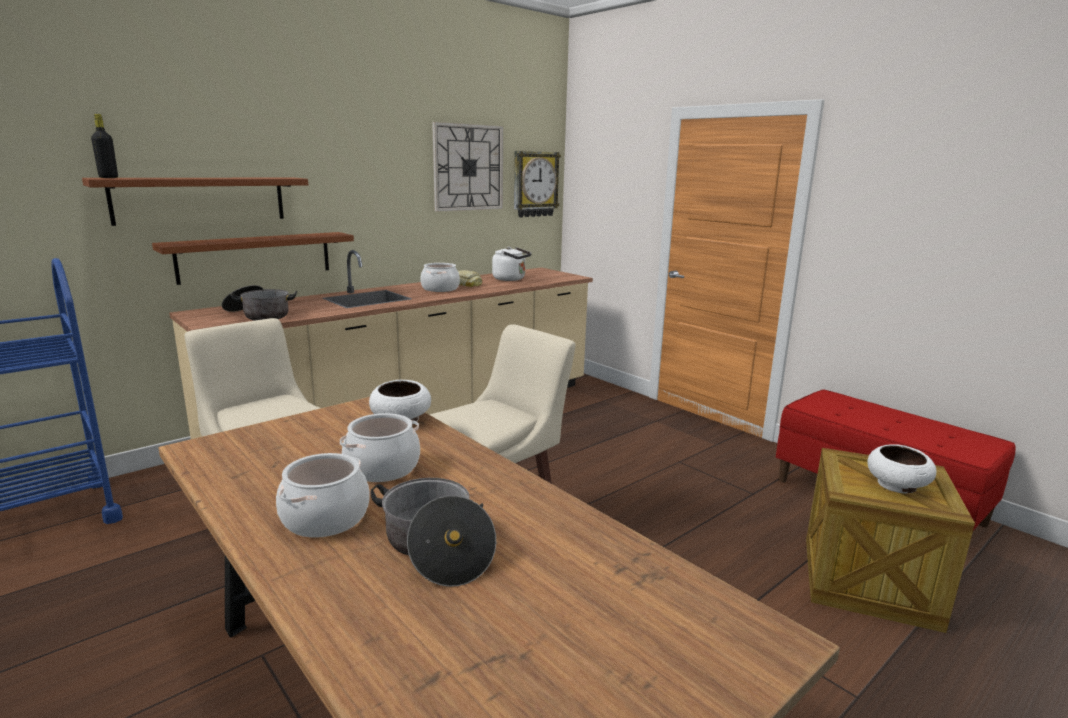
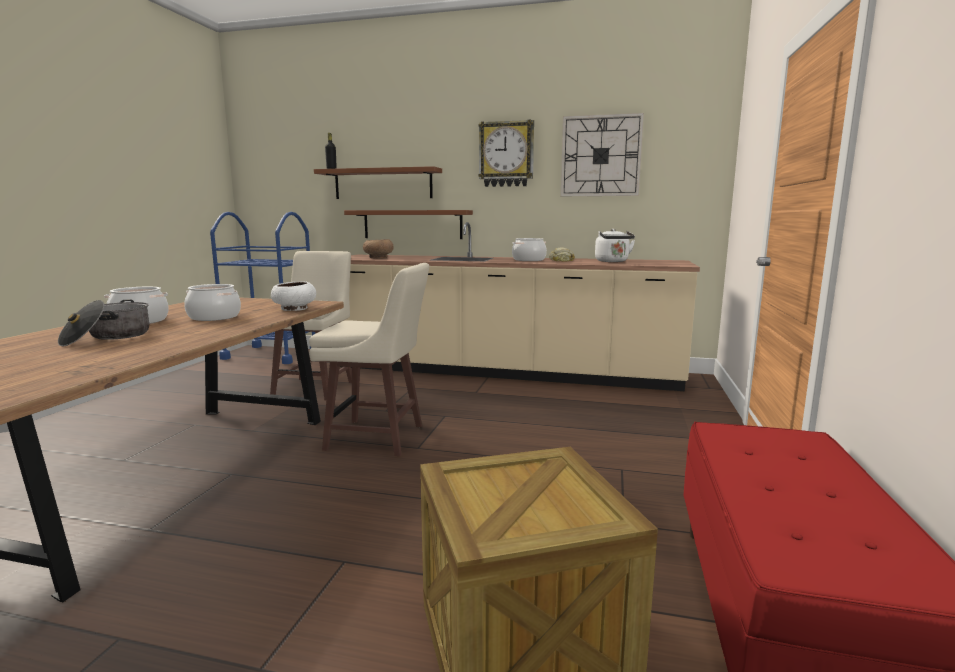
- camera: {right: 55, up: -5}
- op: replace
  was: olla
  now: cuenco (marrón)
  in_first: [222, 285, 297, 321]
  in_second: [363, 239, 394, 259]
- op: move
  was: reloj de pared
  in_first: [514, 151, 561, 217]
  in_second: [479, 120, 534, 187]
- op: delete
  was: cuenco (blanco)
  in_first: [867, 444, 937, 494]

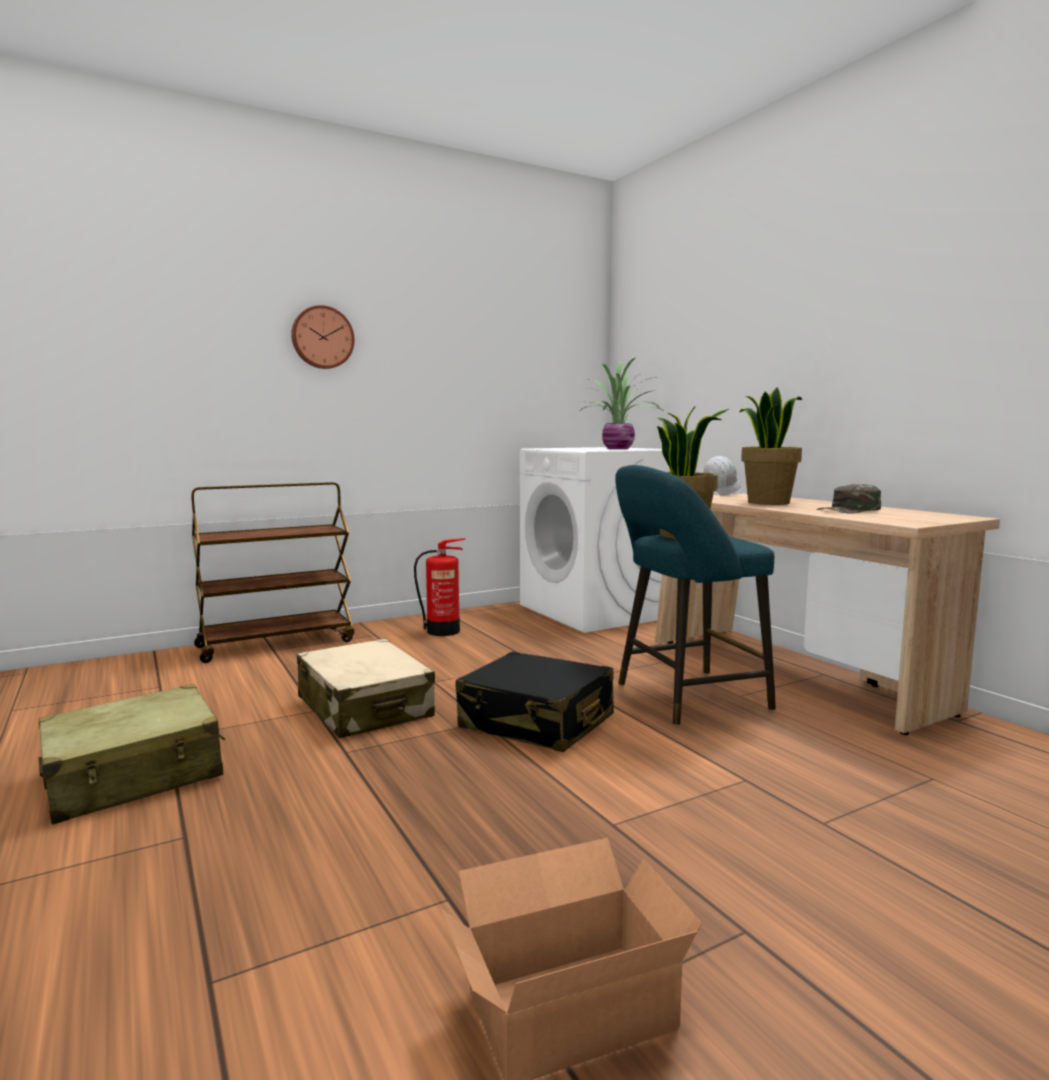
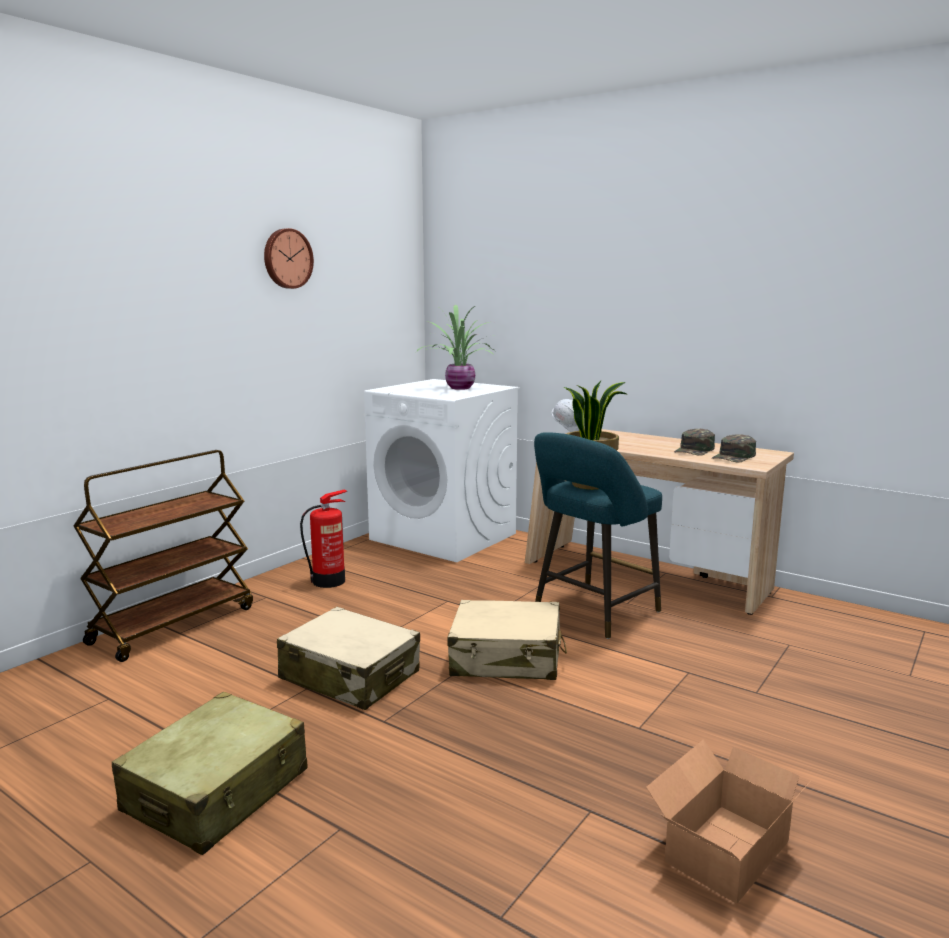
- camera: {right: -25, up: 5}
- op: move
  was: reloj de pared
  in_first: [291, 305, 355, 369]
  in_second: [264, 228, 314, 289]
- op: recolor
  was: maleta (negro)
  now: maleta (beis)
  in_first: [455, 651, 614, 752]
  in_second: [447, 600, 567, 680]
- op: delete
  was: planta en maceta
  in_first: [740, 387, 802, 505]
- op: insert
  now: gorra (verde)
  in_second: [712, 434, 756, 463]

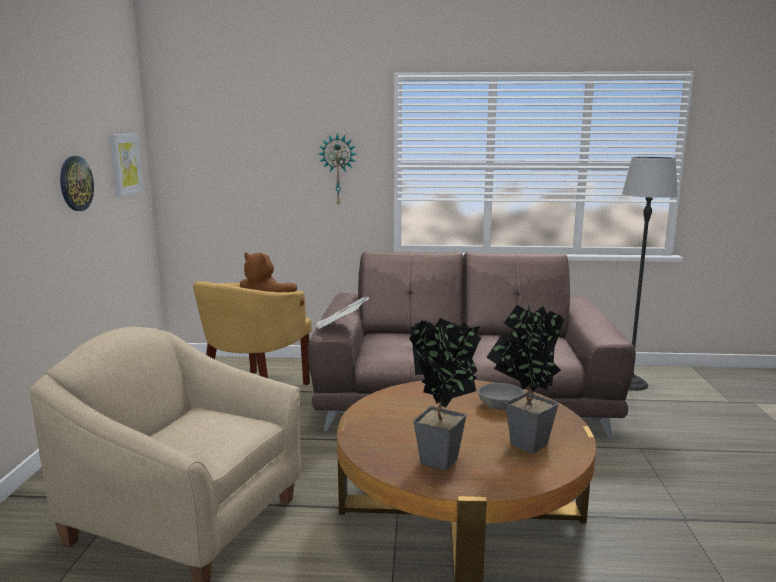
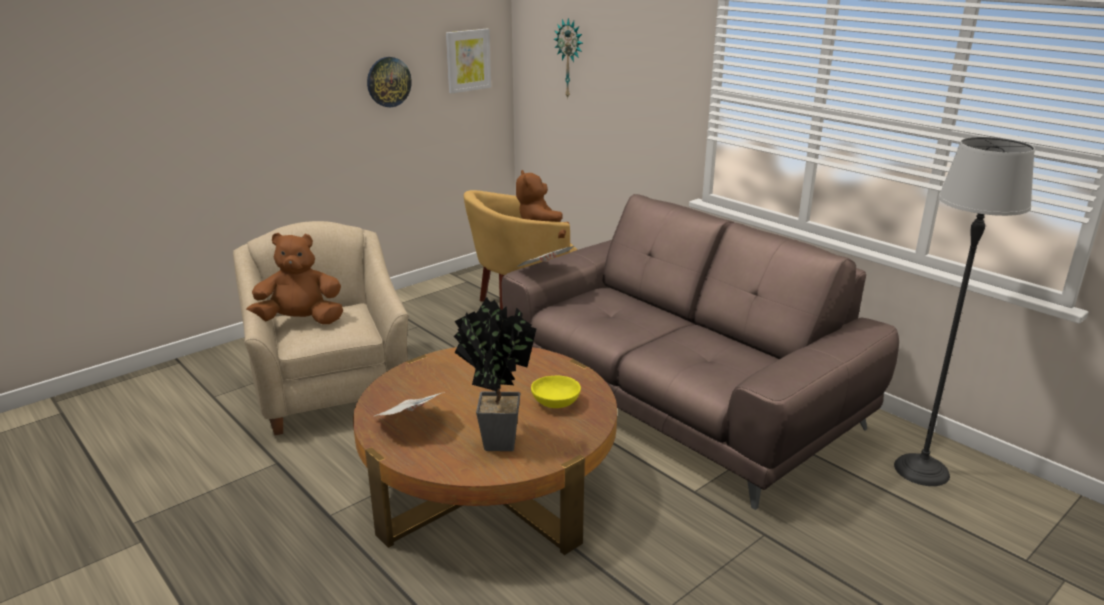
- camera: {right: 45, up: 10}
- op: move
  was: reloj de pared
  in_first: [318, 133, 356, 206]
  in_second: [554, 18, 583, 99]
- op: replace
  was: planta en maceta
  now: periódico
  in_first: [409, 318, 481, 471]
  in_second: [374, 392, 445, 416]
- op: recolor
  was: cuenco (gris)
  now: cuenco (amarillo)
  in_first: [478, 383, 525, 410]
  in_second: [531, 376, 581, 408]
- op: insert
  now: peluche (marrón)
  in_second: [246, 233, 343, 324]

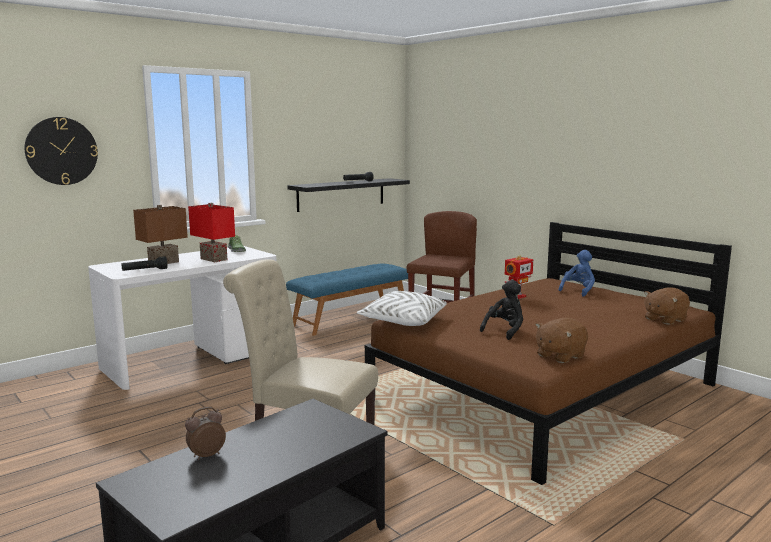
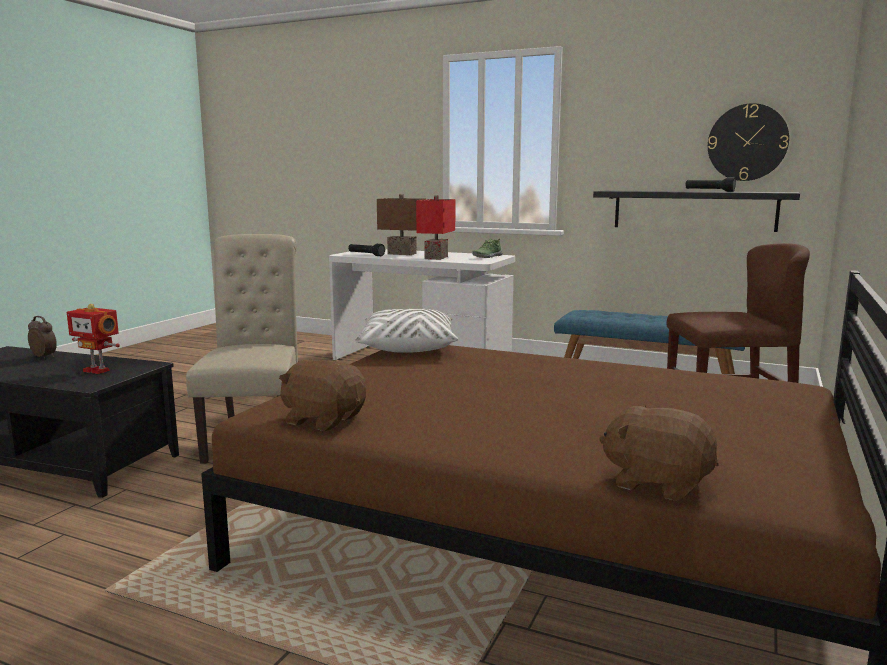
- camera: {right: 65, up: 0}
- op: move
  was: reloj de pared
  in_first: [25, 117, 98, 185]
  in_second: [708, 103, 789, 181]
- op: delete
  was: peluche (negro)
  in_first: [480, 280, 523, 340]
- op: move
  was: robot de juguete
  in_first: [505, 255, 533, 299]
  in_second: [67, 304, 120, 374]
- op: delete
  was: peluche (azul)
  in_first: [559, 250, 595, 297]

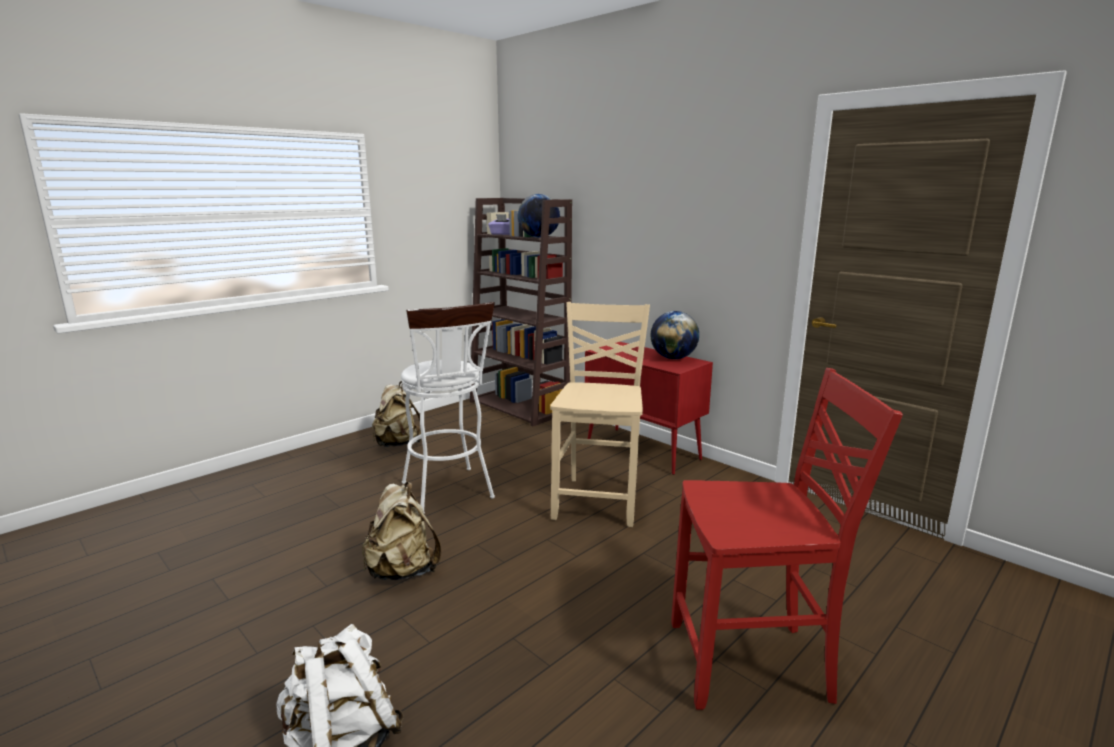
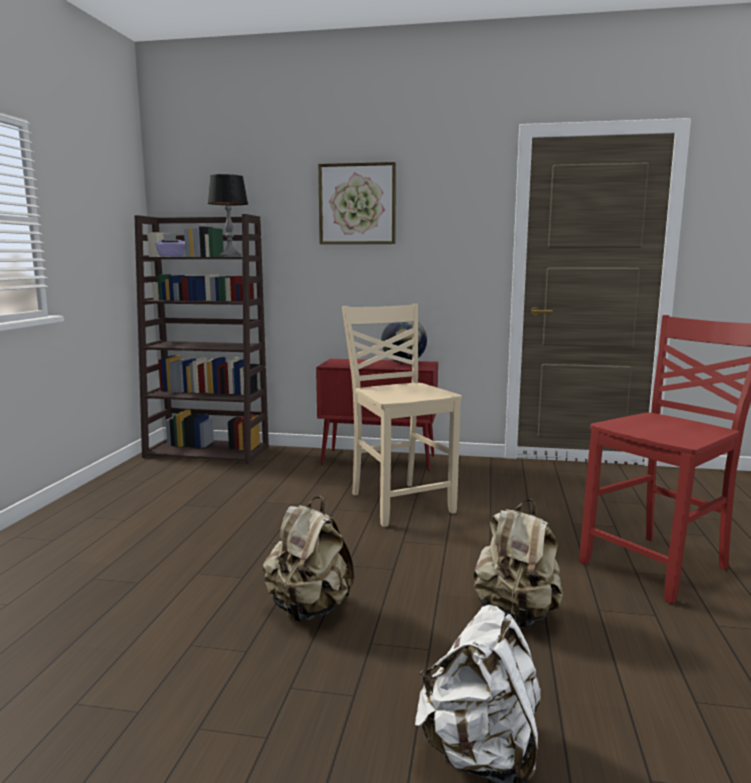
- camera: {right: -35, up: -5}
- op: move
  was: mochila (beis)
  in_first: [372, 381, 425, 447]
  in_second: [473, 499, 563, 627]
- op: delete
  was: taburete (blanco)
  in_first: [401, 302, 495, 514]
- op: replace
  was: globo terráqueo
  now: lámpara de mesa
  in_first: [518, 194, 560, 238]
  in_second: [208, 174, 248, 257]
- op: insert
  now: cuadro
  in_second: [318, 162, 396, 244]

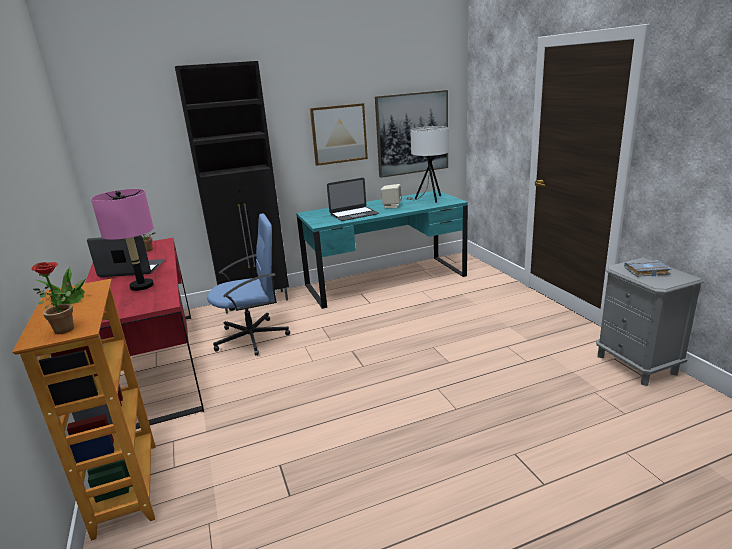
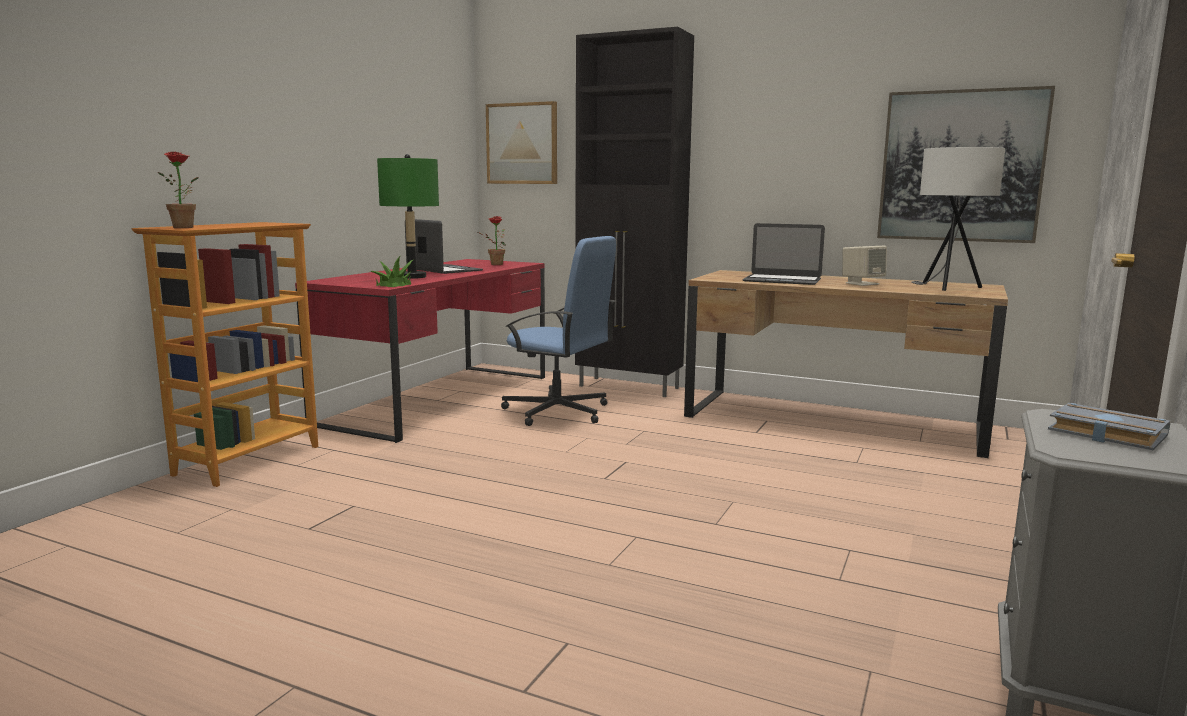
- camera: {right: 45, up: -10}
- op: move
  was: planta en maceta
  in_first: [37, 267, 87, 306]
  in_second: [370, 255, 413, 287]
- op: recolor
  was: lámpara de mesa (rosa)
  now: lámpara de mesa (verde)
  in_first: [91, 189, 154, 291]
  in_second: [377, 154, 439, 279]
- op: recolor
  was: escritorio (turquesa)
  now: escritorio (marrón)
  in_first: [296, 190, 468, 309]
  in_second: [684, 270, 1008, 458]
- op: move
  was: cuadro
  in_first: [310, 103, 368, 166]
  in_second: [486, 101, 557, 184]

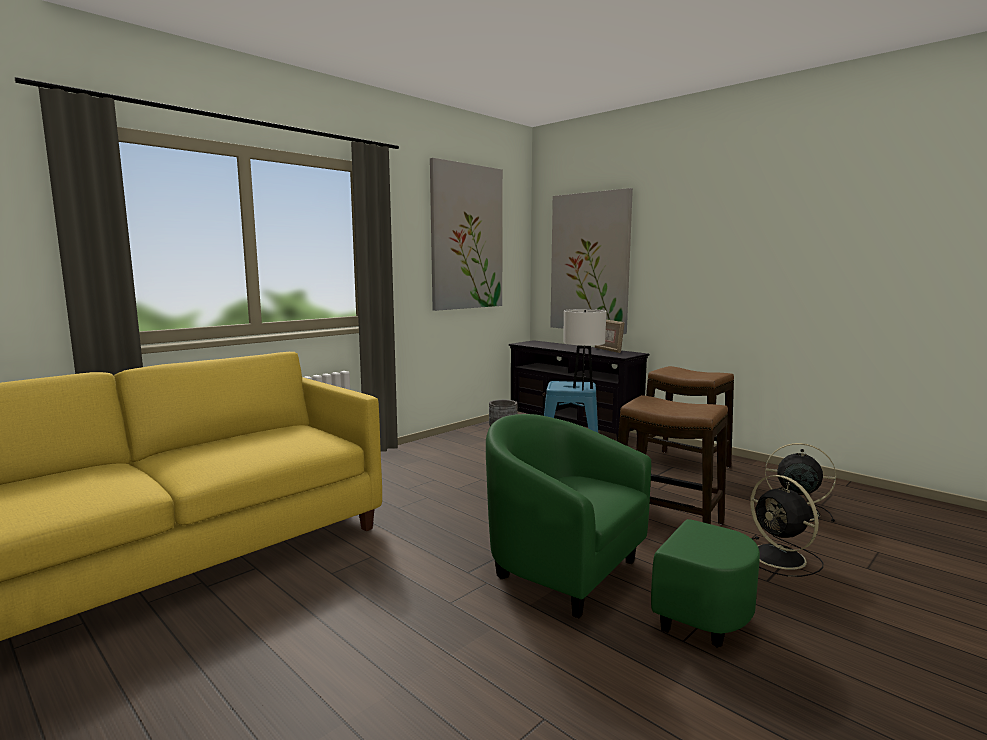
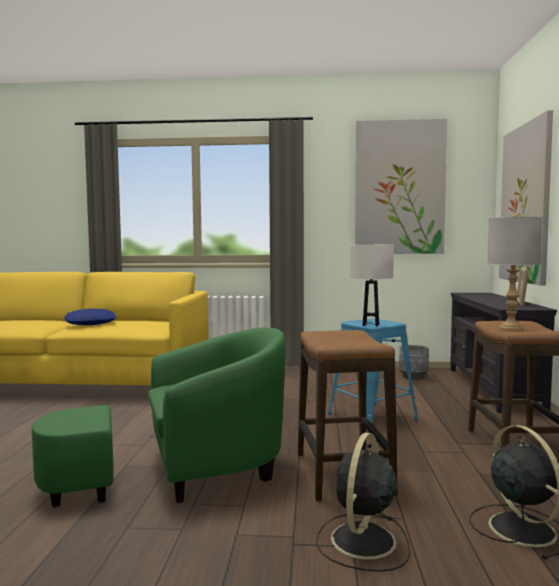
- camera: {right: 50, up: -5}
- op: rotate
  was: sillón (verde)
  in_first: [486, 414, 760, 648]
  in_second: [32, 328, 285, 508]
  clockwise: 75
- op: insert
  now: cojín (azul)
  in_second: [65, 309, 117, 325]
- op: insert
  now: lámpara de mesa (gris)
  in_second: [487, 214, 542, 330]

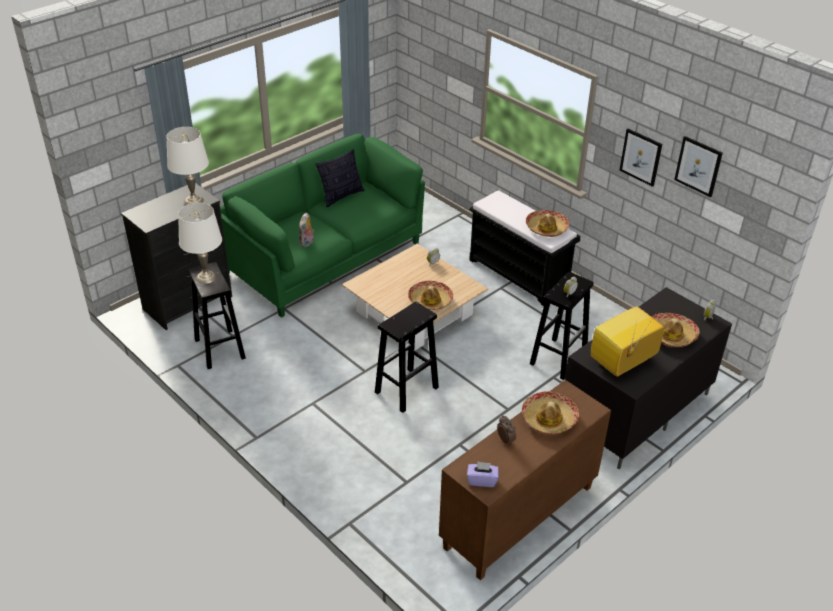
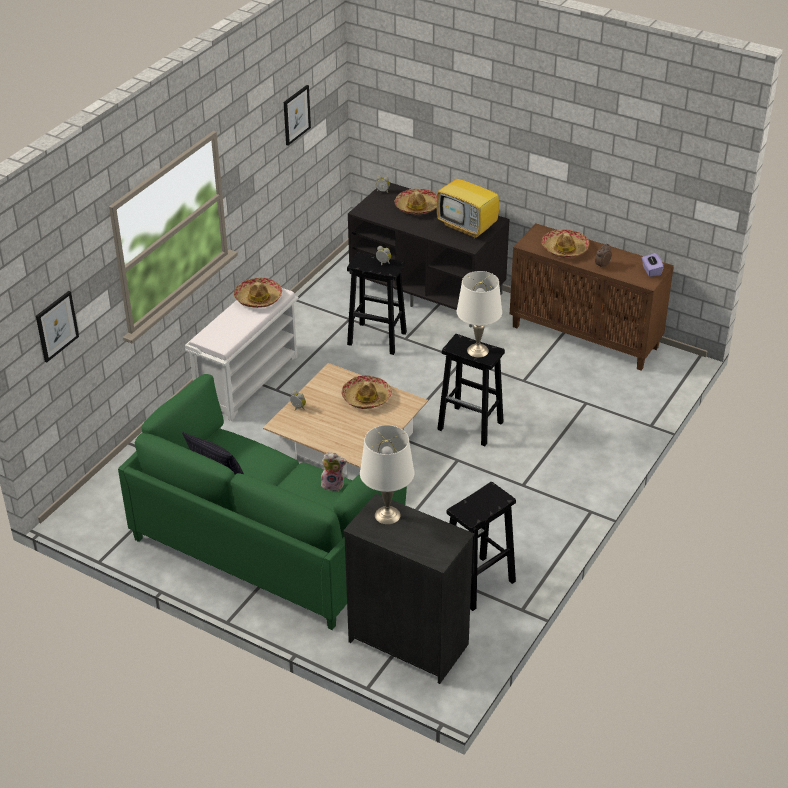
- camera: {right: -105, up: 0}
- op: move
  was: lámpara de mesa (blanco)
  in_first: [178, 203, 222, 284]
  in_second: [457, 271, 502, 357]
- op: recolor
  was: banco (negro)
  now: banco (blanco)
  in_first: [469, 190, 580, 306]
  in_second: [185, 288, 299, 421]
- op: move
  was: cuadro
  in_first: [619, 129, 662, 187]
  in_second: [36, 291, 79, 362]

